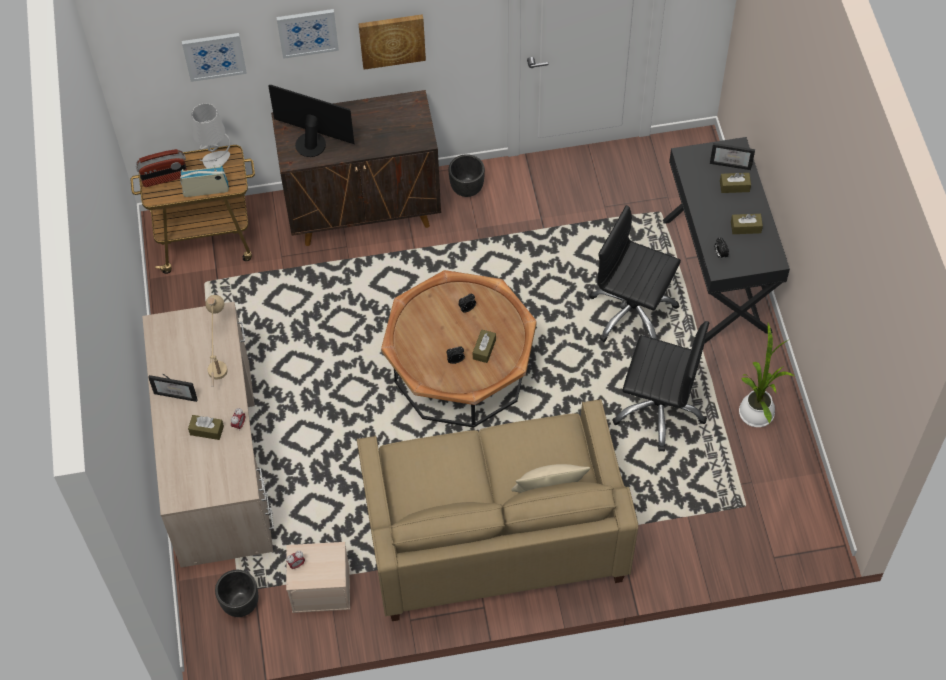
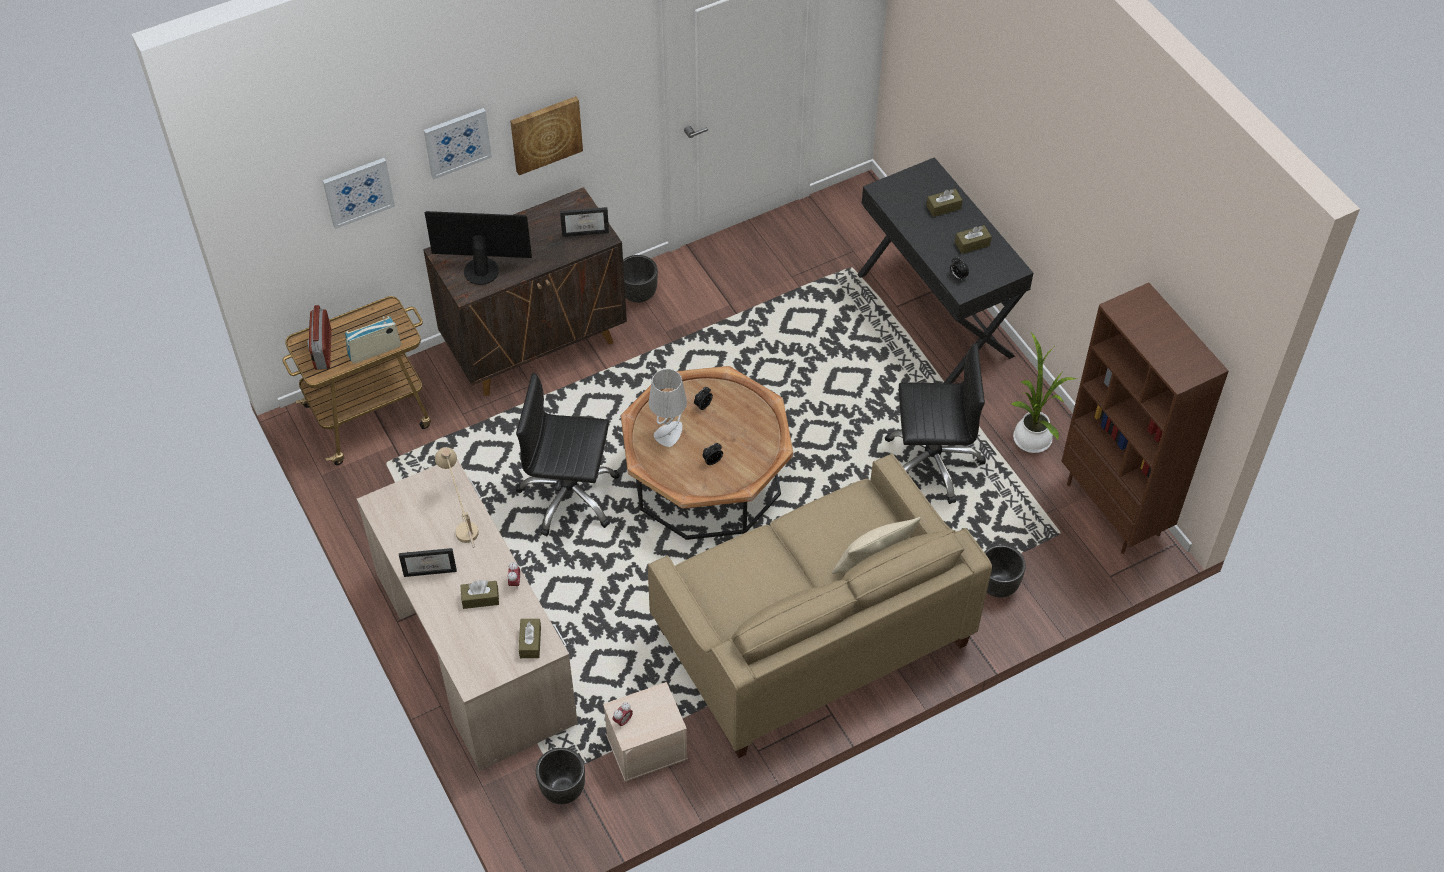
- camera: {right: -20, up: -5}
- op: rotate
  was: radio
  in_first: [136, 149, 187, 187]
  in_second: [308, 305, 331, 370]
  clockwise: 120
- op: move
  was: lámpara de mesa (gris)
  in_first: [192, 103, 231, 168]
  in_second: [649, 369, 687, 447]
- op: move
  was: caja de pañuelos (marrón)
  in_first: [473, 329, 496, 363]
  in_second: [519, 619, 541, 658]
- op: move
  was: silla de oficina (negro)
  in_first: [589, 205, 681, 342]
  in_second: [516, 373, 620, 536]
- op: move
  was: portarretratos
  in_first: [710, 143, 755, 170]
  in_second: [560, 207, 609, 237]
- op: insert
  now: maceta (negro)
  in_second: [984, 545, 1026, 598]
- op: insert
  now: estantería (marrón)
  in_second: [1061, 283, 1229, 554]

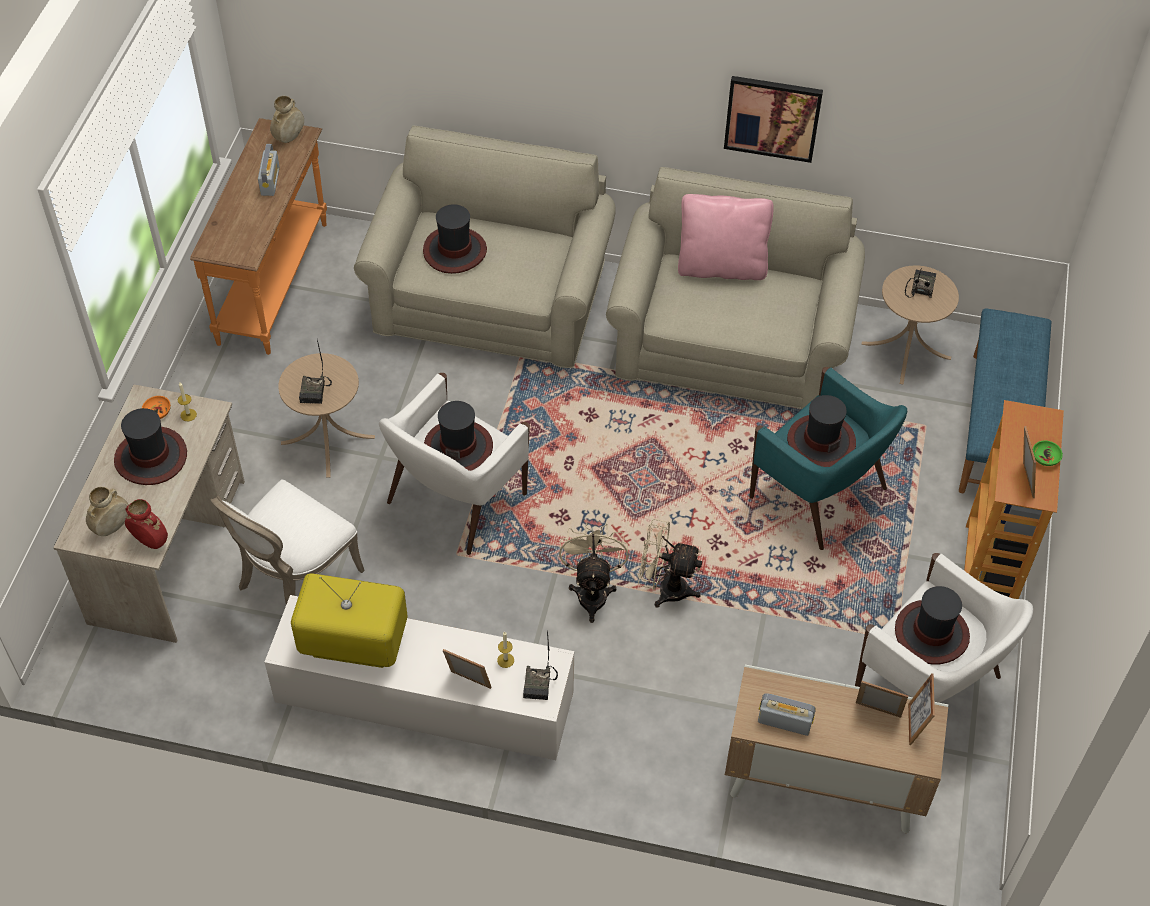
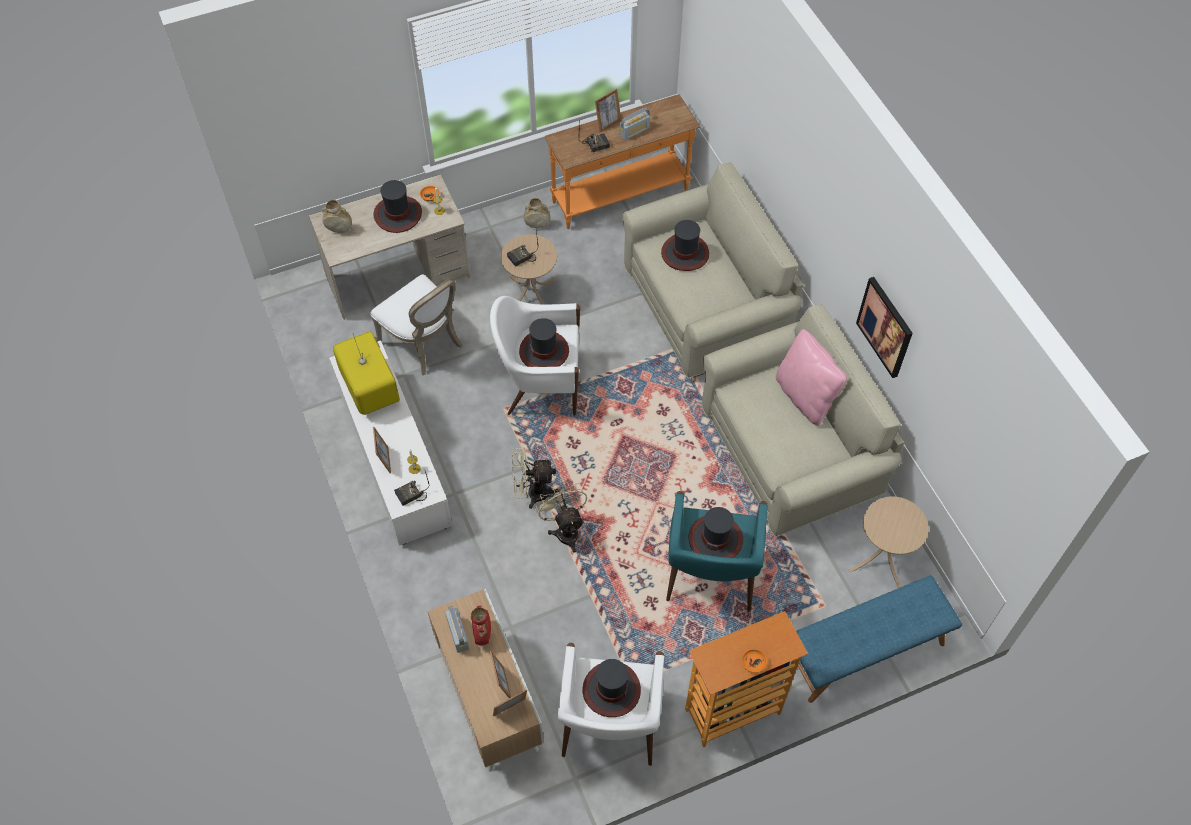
- camera: {right: 55, up: 5}
- op: move
  was: florero (rojo)
  in_first: [125, 499, 168, 549]
  in_second: [471, 606, 491, 646]
- op: rotate
  was: silla (blanco)
  in_first: [210, 479, 365, 604]
  in_second: [370, 274, 462, 375]
  clockwise: -135
- op: move
  was: florero (beis)
  in_first: [270, 96, 304, 143]
  in_second: [524, 198, 550, 228]
- op: rotate
  was: ventilador (beis)
  in_first: [559, 522, 628, 623]
  in_second: [512, 447, 559, 509]
  clockwise: -150
- op: move
  was: radio
  in_first: [905, 267, 936, 298]
  in_second: [579, 120, 610, 153]
- op: move
  was: portarretratos
  in_first: [1023, 426, 1036, 498]
  in_second: [595, 89, 621, 132]
- op: recolor
  was: cuenco (verde)
  now: cuenco (naranja)
  in_first: [1033, 441, 1063, 466]
  in_second: [741, 649, 767, 673]

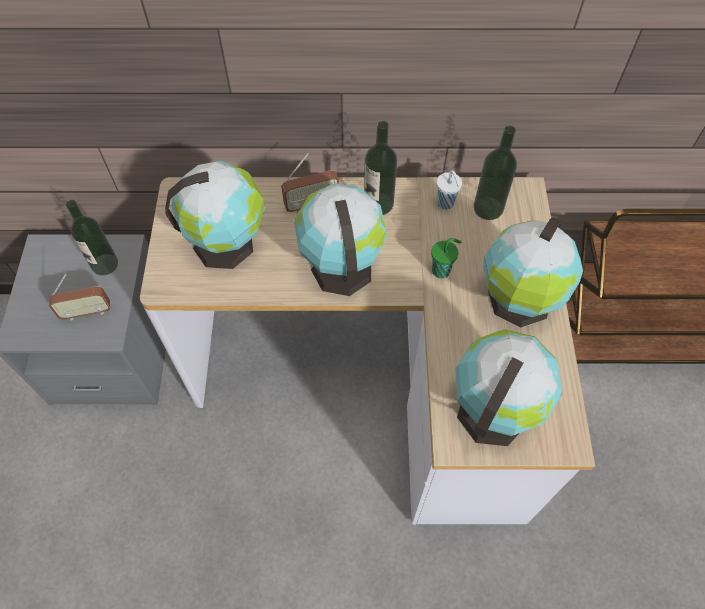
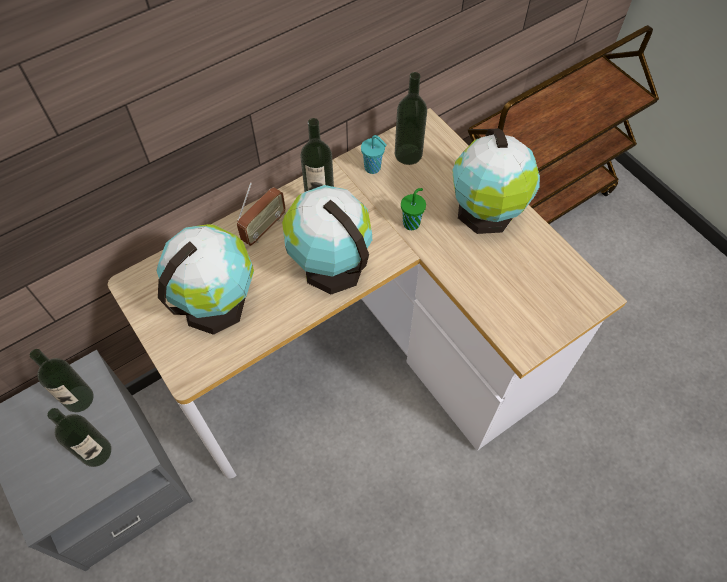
- camera: {right: -35, up: 0}
- op: replace
  was: radio
  now: botella
  in_first: [49, 274, 110, 320]
  in_second: [47, 408, 111, 467]
- op: recolor
  was: taza (blanco)
  now: taza (turquesa)
  in_first: [437, 171, 462, 210]
  in_second: [361, 135, 387, 174]
- op: delete
  was: globo terráqueo
  in_first: [455, 329, 562, 446]

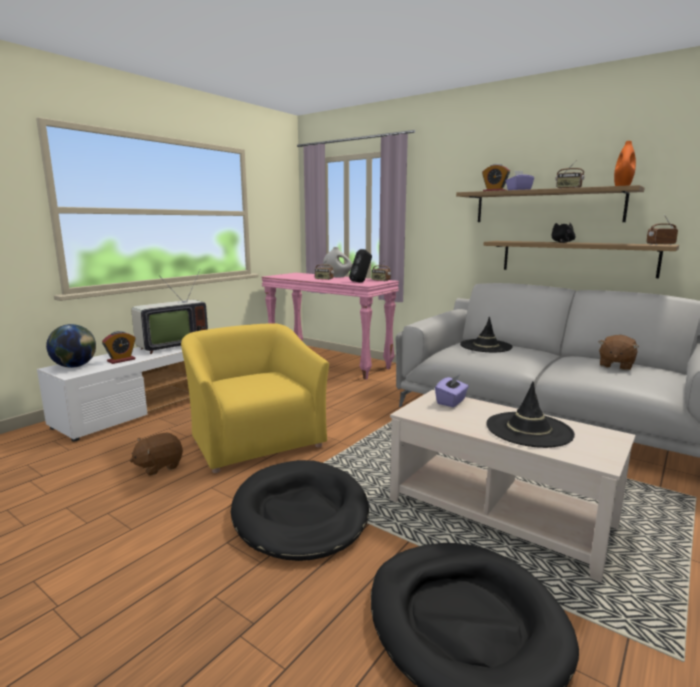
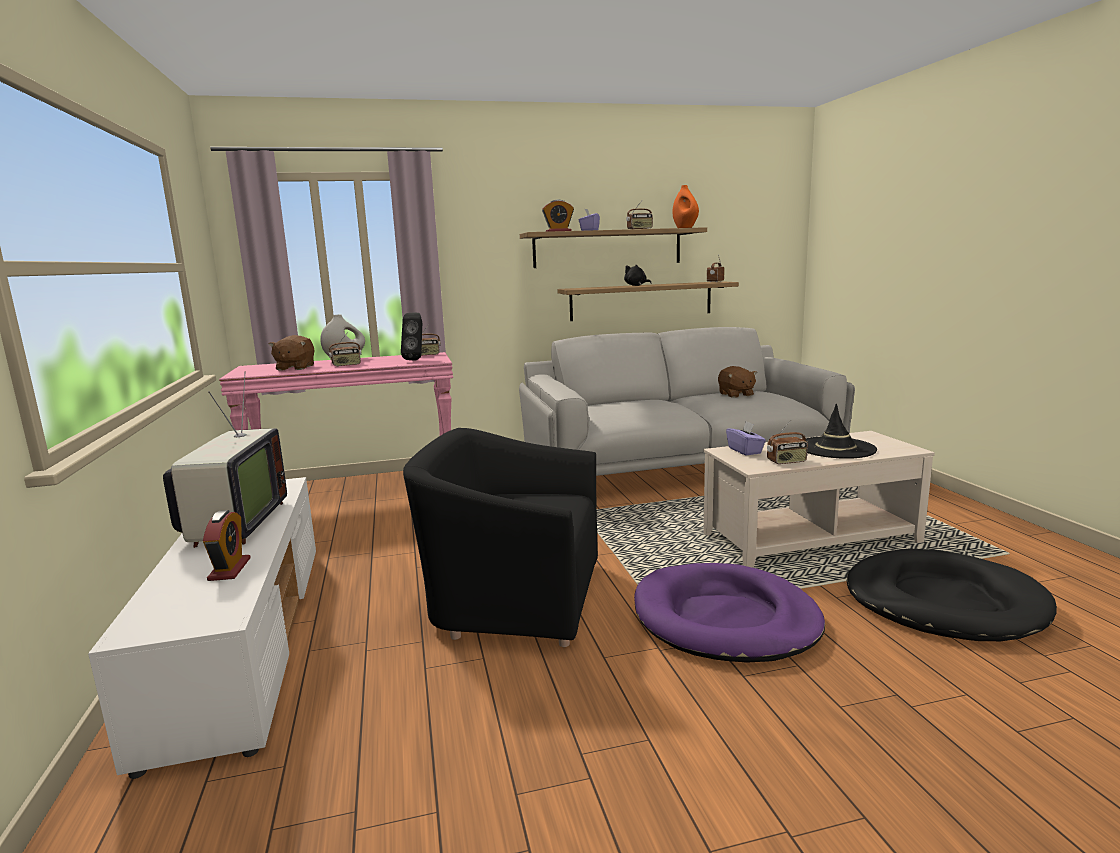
- camera: {right: -50, up: 0}
- op: delete
  was: globo terráqueo
  in_first: [46, 324, 96, 368]
- op: move
  was: peluche (marrón)
  in_first: [130, 433, 183, 476]
  in_second: [269, 335, 315, 371]
- op: recolor
  was: sillón (amarillo)
  now: sillón (negro)
  in_first: [181, 323, 329, 473]
  in_second: [403, 428, 598, 647]
- op: recolor
  was: cama para perro (negro)
  now: cama para perro (morado)
  in_first: [231, 460, 369, 561]
  in_second: [634, 563, 825, 663]
- op: delete
  was: sombrero (negro)
  in_first: [460, 316, 513, 352]
- op: insert
  now: radio
  in_second: [767, 420, 808, 464]

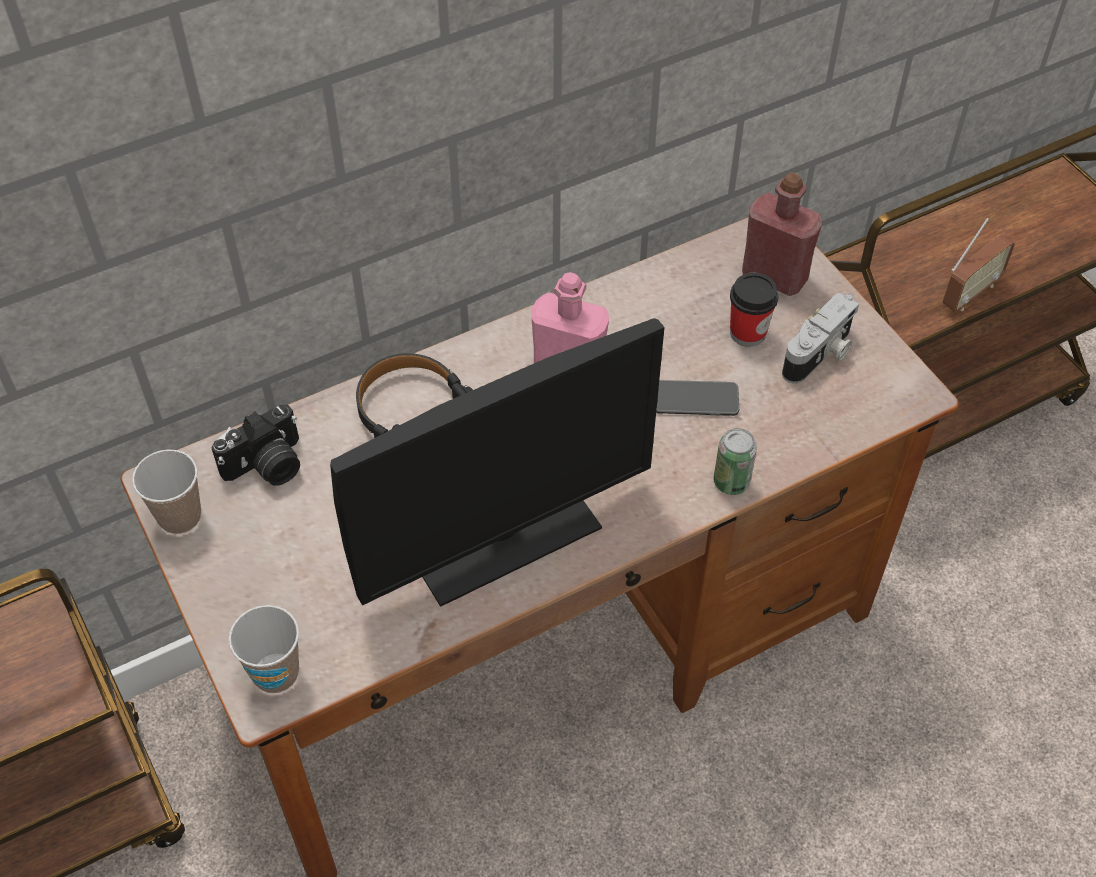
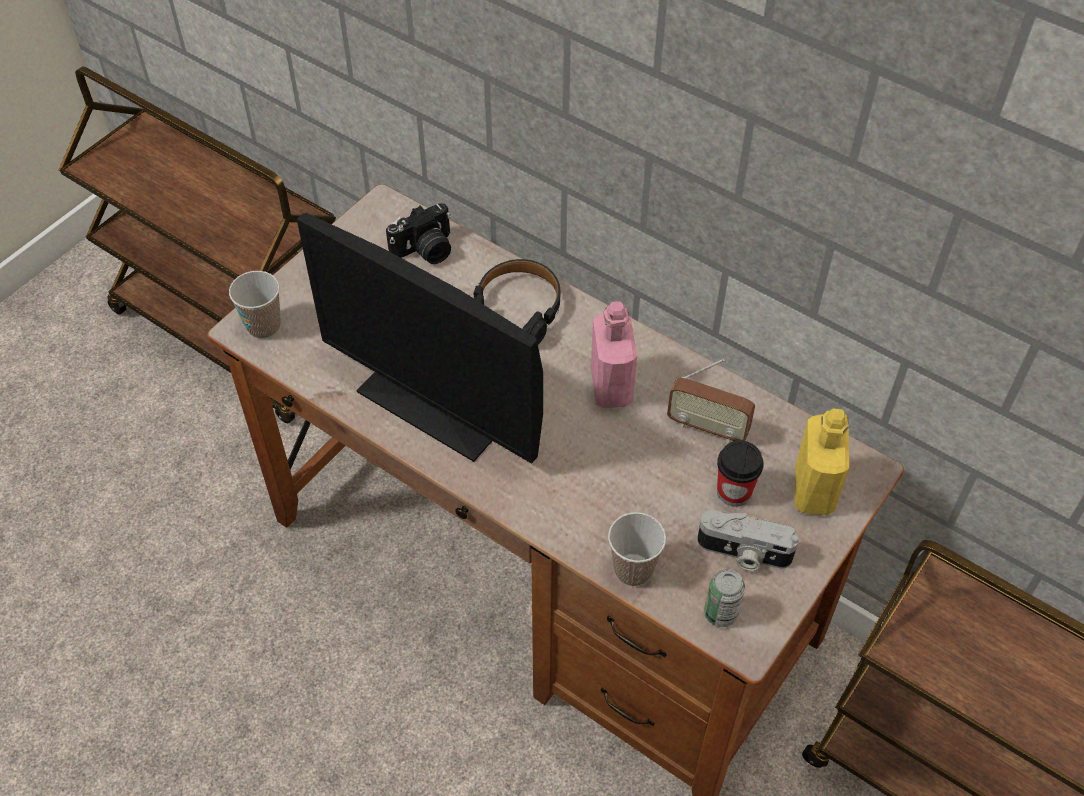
- camera: {right: 65, up: 0}
- op: move
  was: taza
  in_first: [132, 449, 201, 534]
  in_second: [608, 512, 666, 586]
- op: rotate
  was: cámara
  in_first: [211, 405, 300, 486]
  in_second: [386, 203, 451, 264]
  clockwise: -60
- op: delete
  was: móvil
  in_first: [656, 380, 739, 416]
- op: move
  was: lata
  in_first: [713, 428, 757, 495]
  in_second: [704, 569, 745, 627]
- op: recolor
  was: botella (rojo)
  now: botella (amarillo)
  in_first: [742, 172, 822, 296]
  in_second: [795, 409, 849, 515]
- op: move
  was: radio
  in_first: [943, 217, 1015, 312]
  in_second: [667, 359, 755, 444]

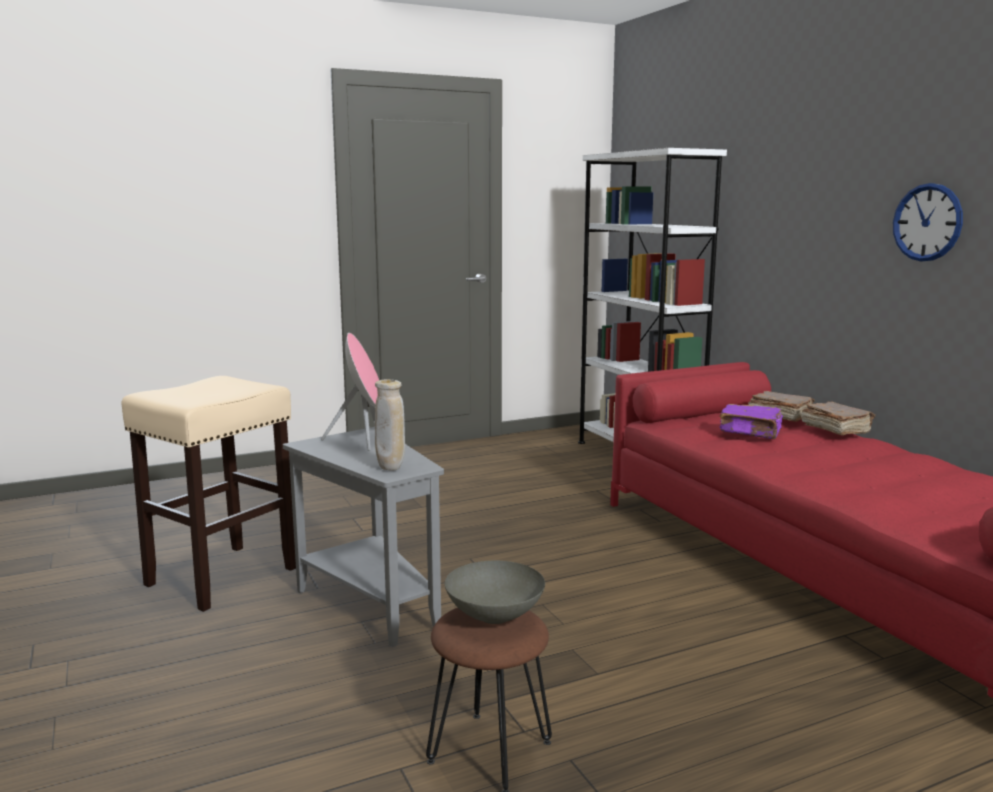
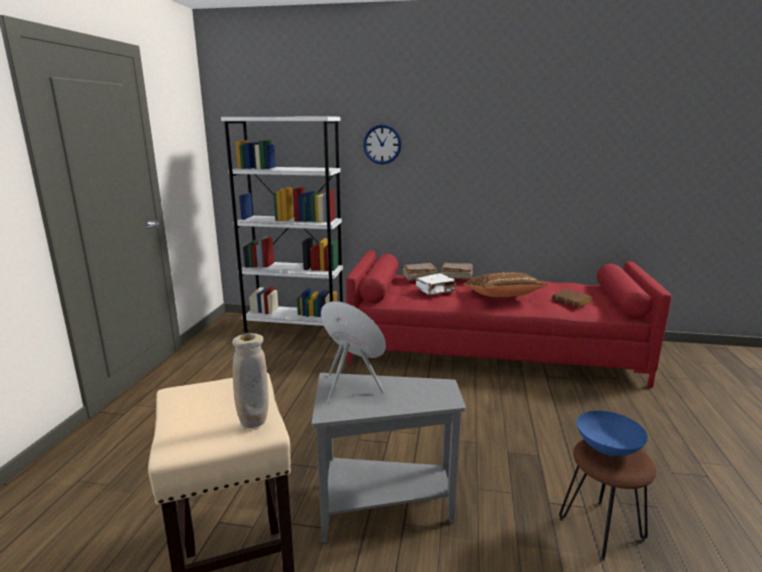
- camera: {right: -55, up: 5}
- op: move
  was: florero (beis)
  in_first: [375, 379, 405, 471]
  in_second: [232, 333, 269, 428]
- op: recolor
  was: cuenco (gris)
  now: cuenco (azul)
  in_first: [445, 561, 545, 624]
  in_second: [577, 411, 648, 456]
- op: recolor
  was: libro (morado)
  now: libro (blanco)
  in_first: [720, 404, 783, 439]
  in_second: [416, 273, 456, 295]
- op: move
  was: reloj de pared
  in_first: [893, 183, 963, 262]
  in_second: [363, 124, 402, 164]
- op: insert
  now: cojín (marrón)
  in_second: [463, 272, 548, 297]
- op: insert
  now: libro (marrón)
  in_second: [552, 289, 592, 307]

